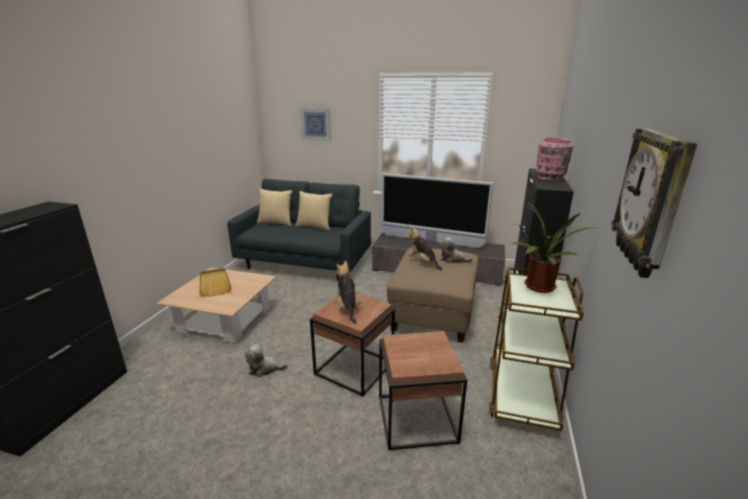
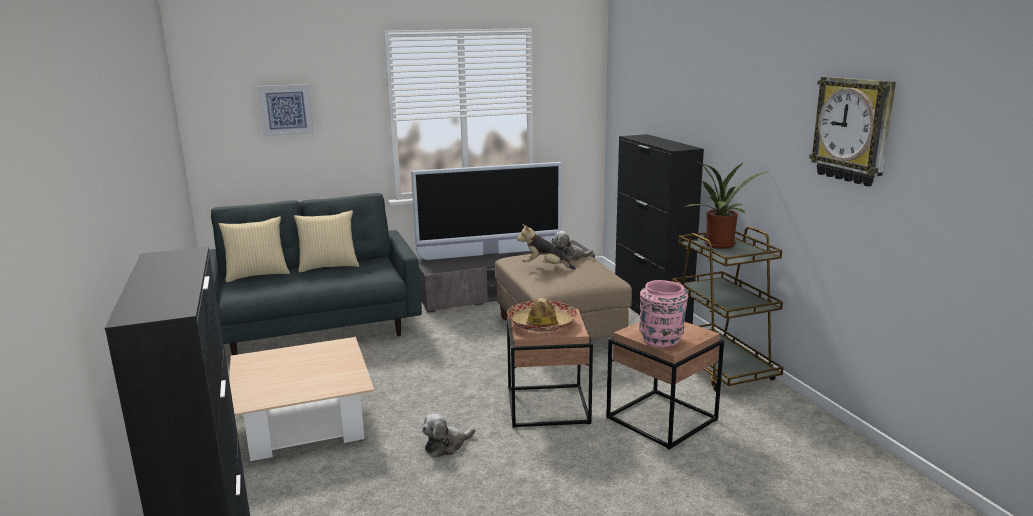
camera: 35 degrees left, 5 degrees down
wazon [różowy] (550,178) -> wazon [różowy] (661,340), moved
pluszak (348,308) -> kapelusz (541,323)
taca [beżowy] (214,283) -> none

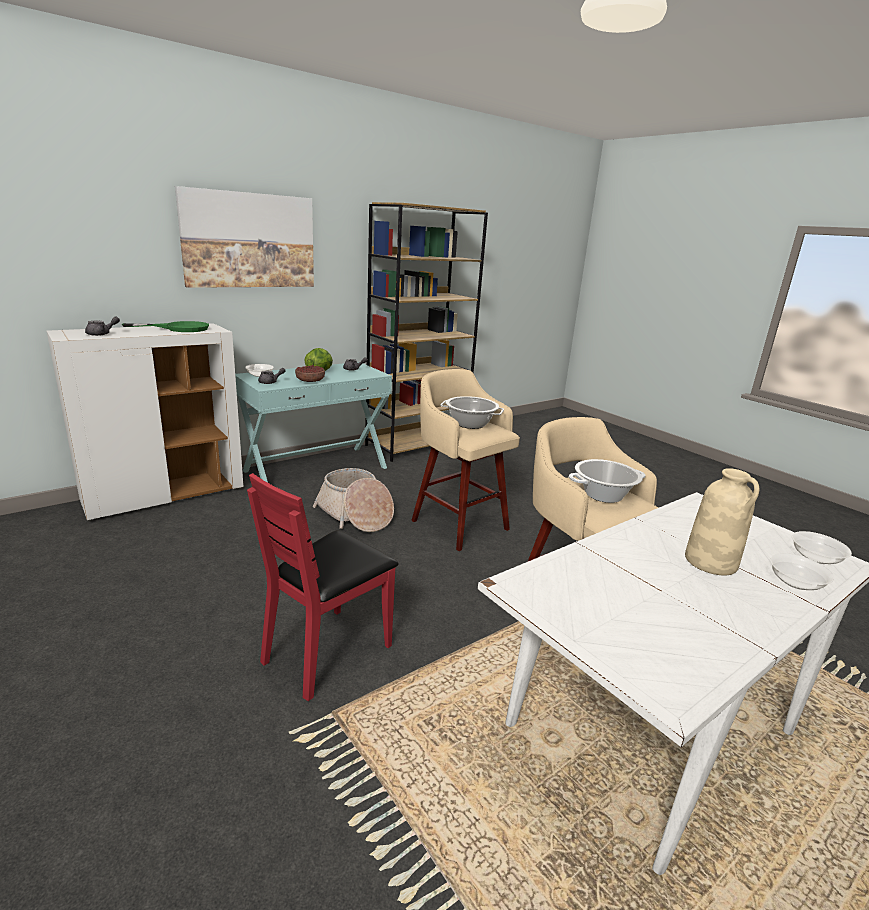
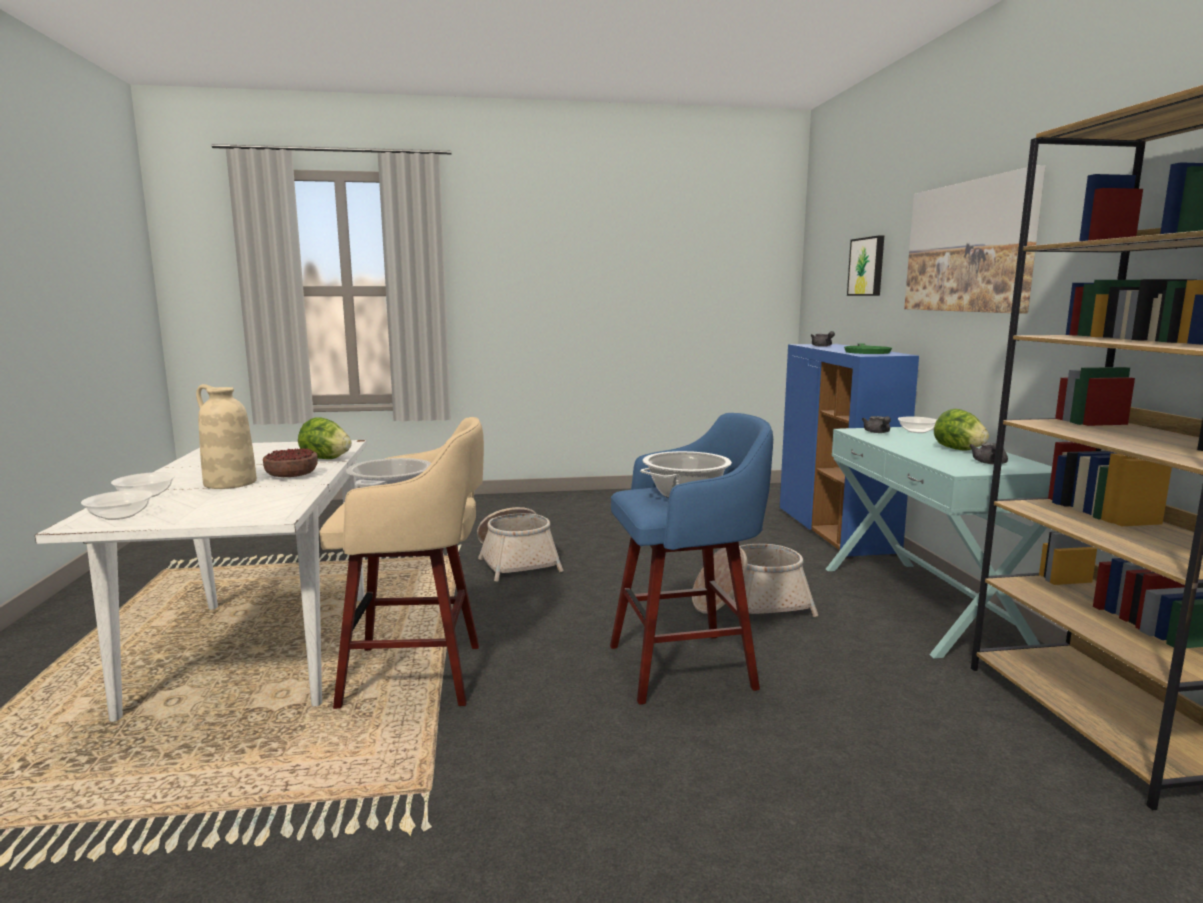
camera: 120 degrees right, 10 degrees down
szafka [biały] (165,495) -> szafka [niebieski] (836,532)
miska (310,381) -> miska (291,475), moved
stołek [beżowy] (458,523) -> stołek [niebieski] (686,666)
krzesło [czerwony] (327,652) -> koszyk (516,561)
none -> obraz (867,266)
none -> sałata (325,459)

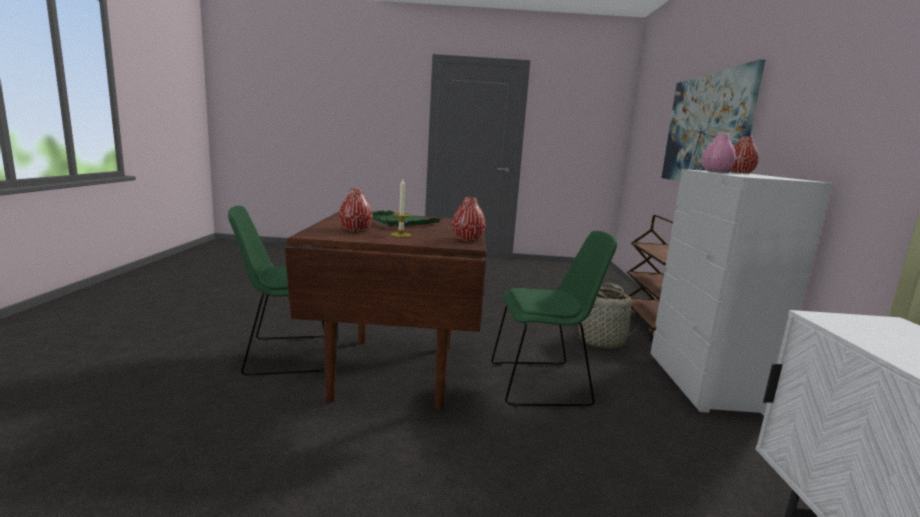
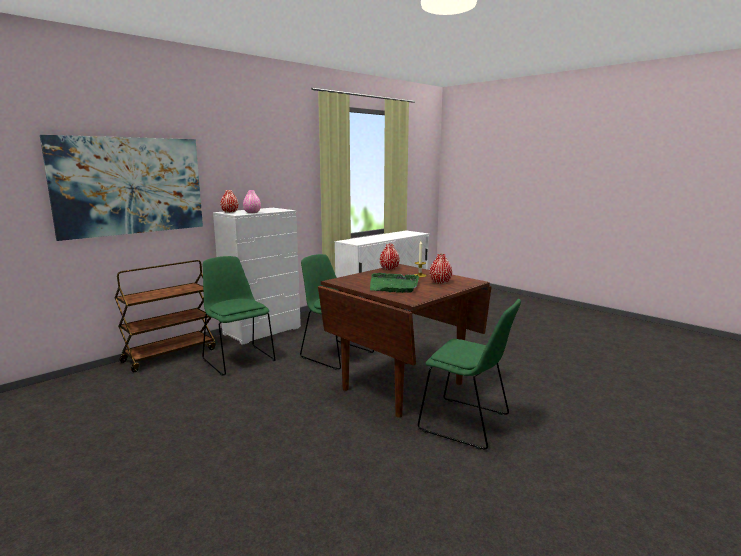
camera: 135 degrees left, 0 degrees up
koszyk (601,341) -> krzesło [zielony] (238,359)

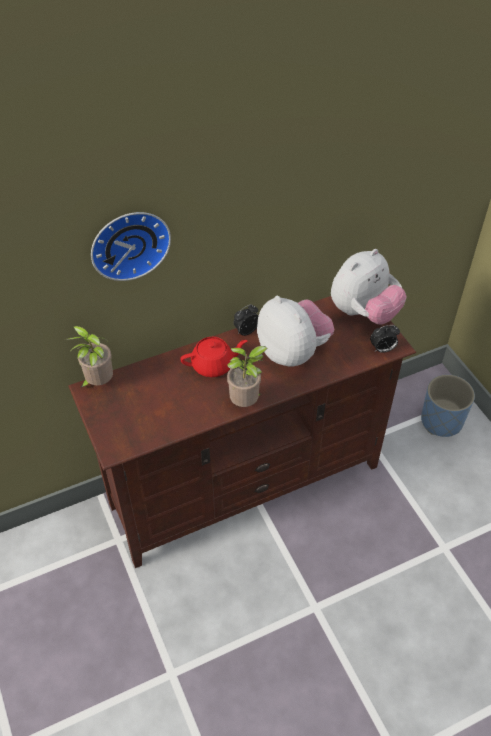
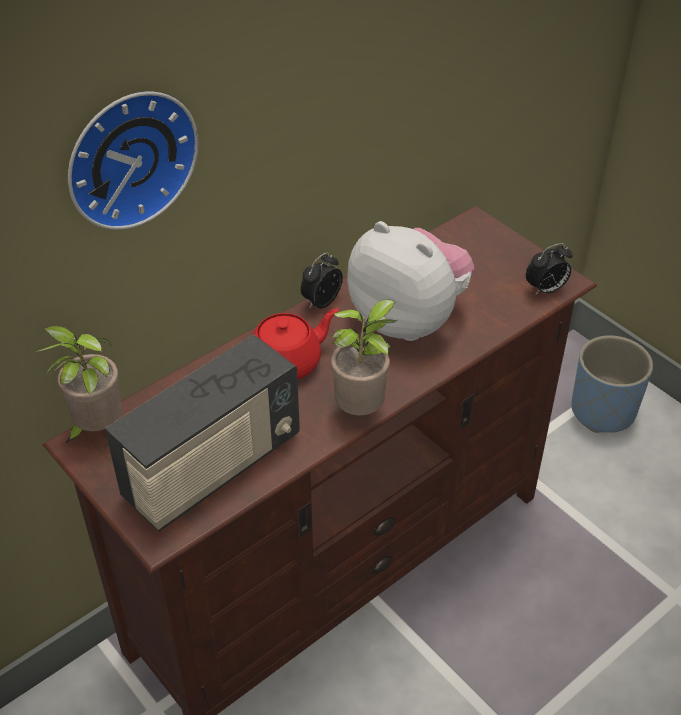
camera: 15 degrees left, 5 degrees down
pluszak (363,313) -> none
none -> radio (213,468)

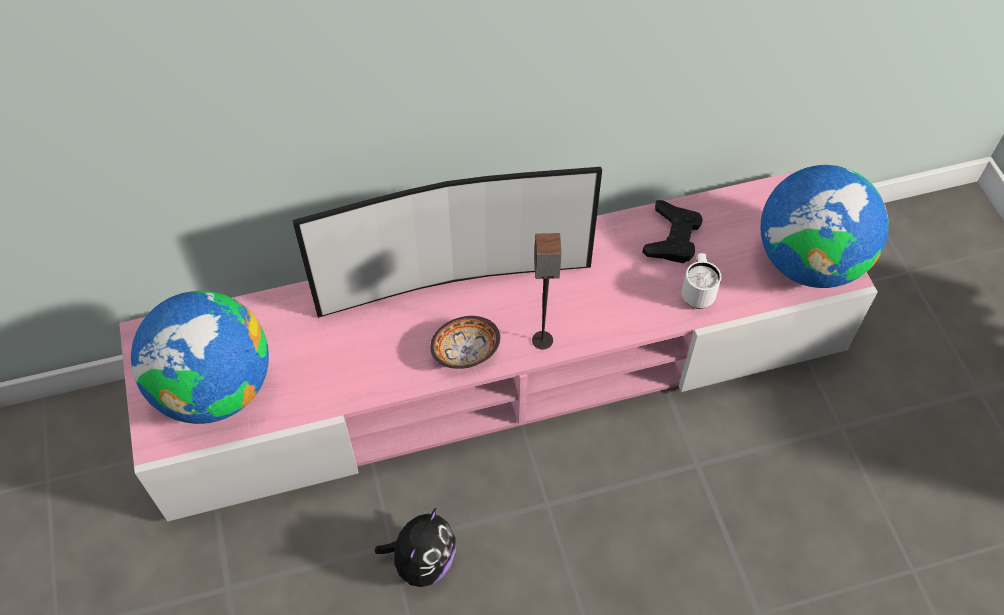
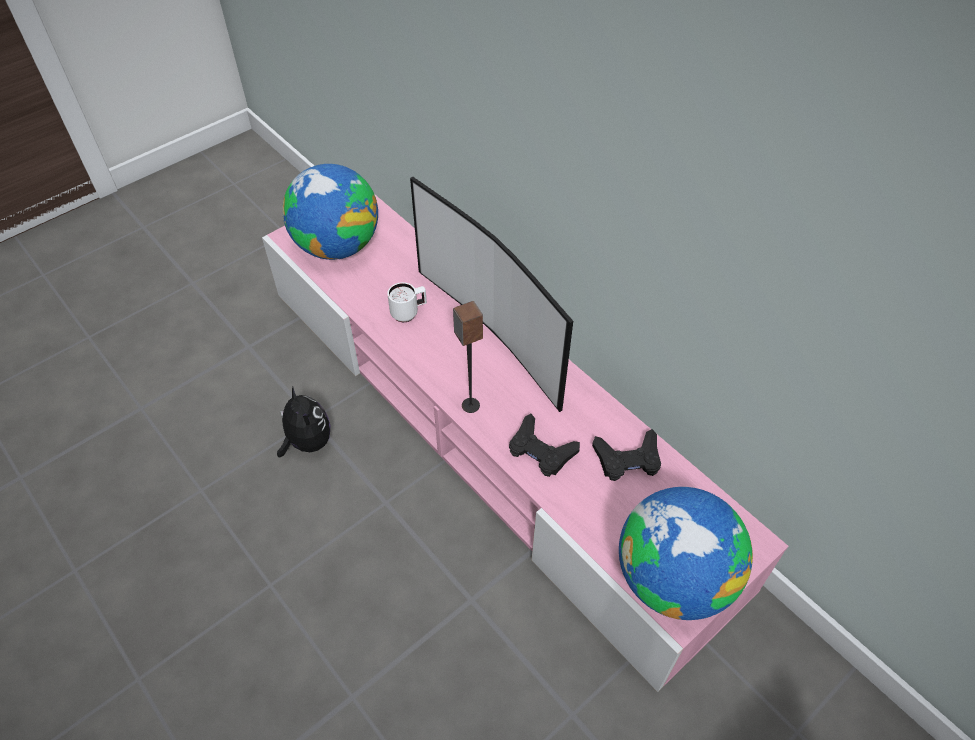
camera: 65 degrees right, 5 degrees down
kubek [biały] (697,292) -> kubek [biały] (409,313), moved
miska (467,352) -> none
pluszak (422,561) -> pluszak (307,442), 120 degrees counterclockwise
none -> pad do gier [czarny] (541,450)

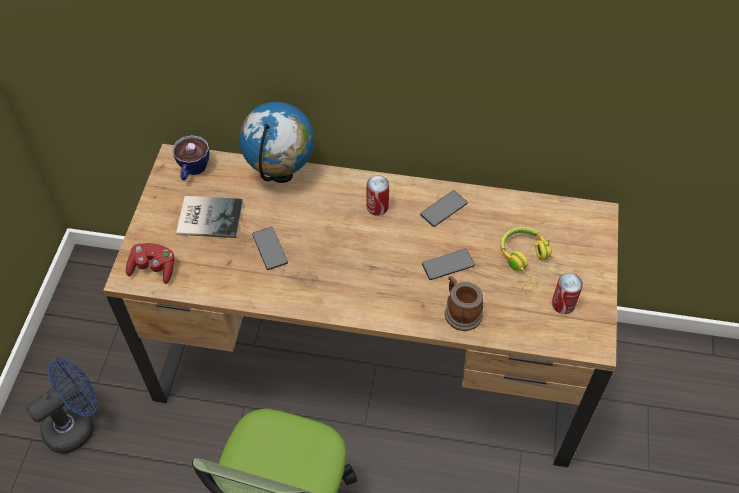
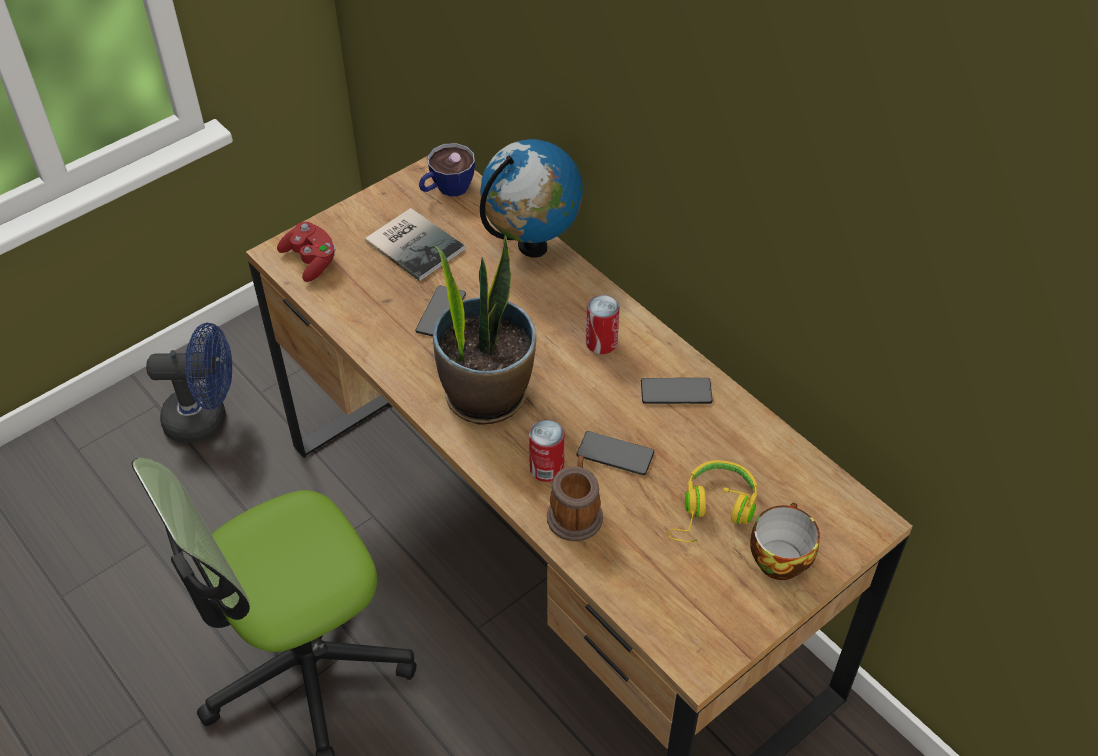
camera: 40 degrees right, 5 degrees down
puszka (563,304) -> puszka (546,468), moved
none -> roślina doniczkowa (486,394)
none -> filiżanka (778,557)

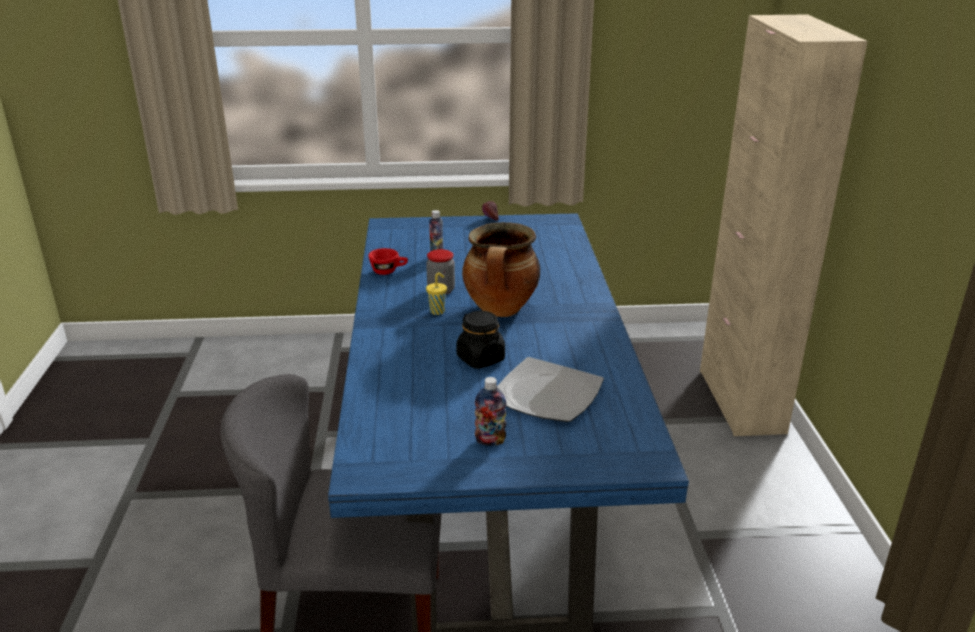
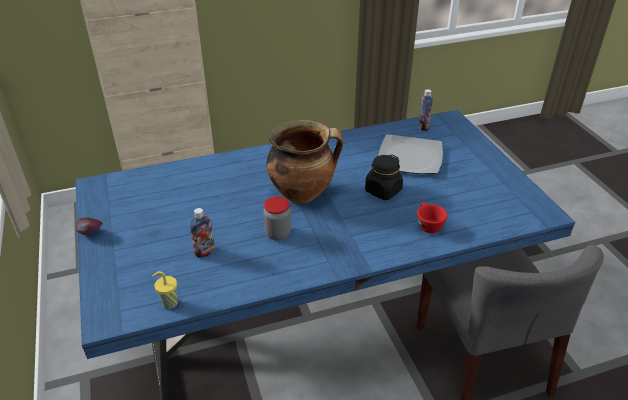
camera: 105 degrees left, 10 degrees up
filiżanka [czerwony] (389,271) -> filiżanka [czerwony] (427,224), moved
filiżanka [żółty] (437,311) -> filiżanka [żółty] (169,303), moved
butelka (490,441) -> butelka (423,127), moved

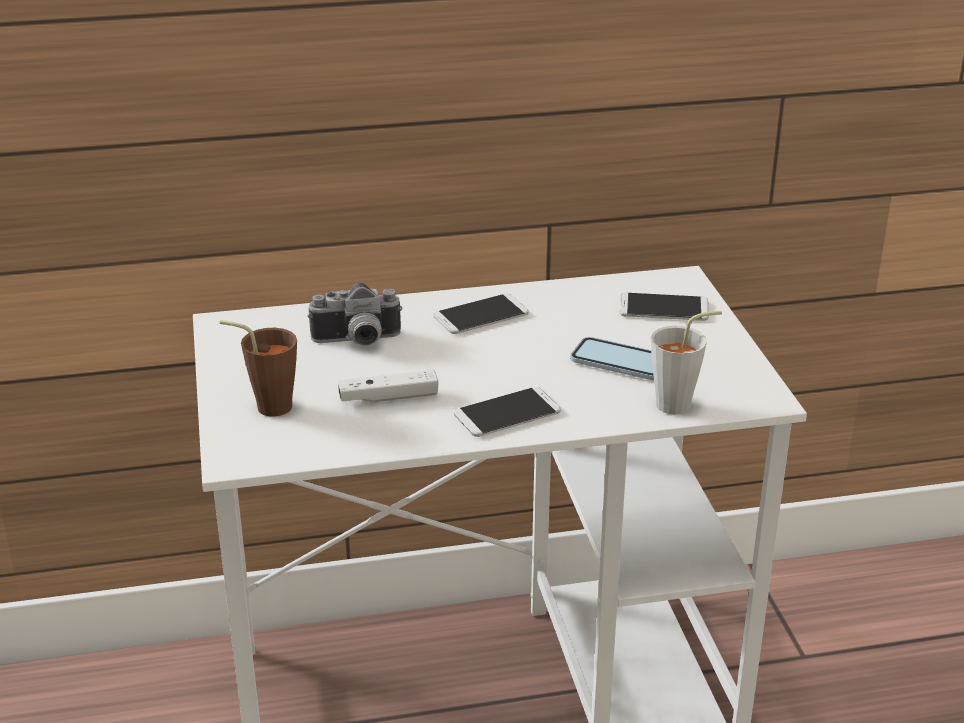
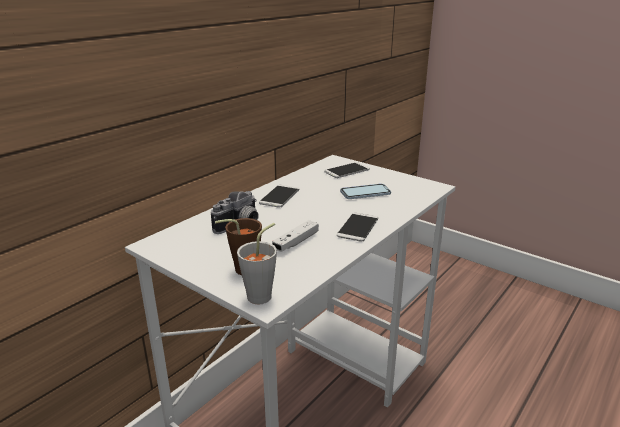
camera: 40 degrees left, 5 degrees down
filiżanka [szary] (681,404) -> filiżanka [szary] (263,294), moved

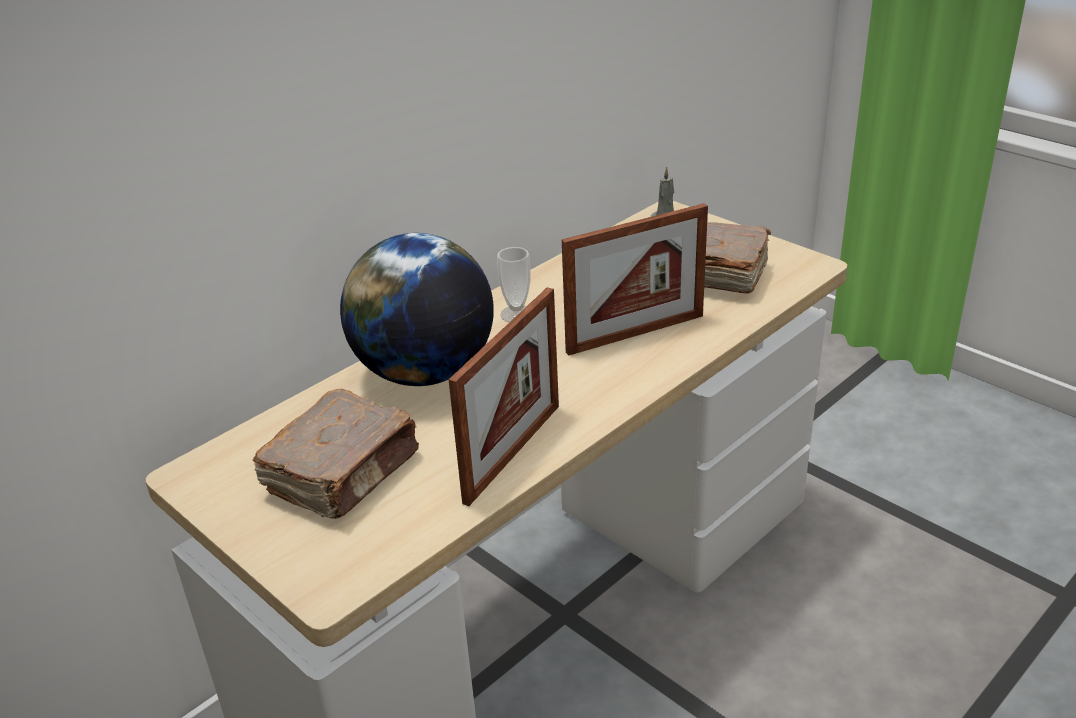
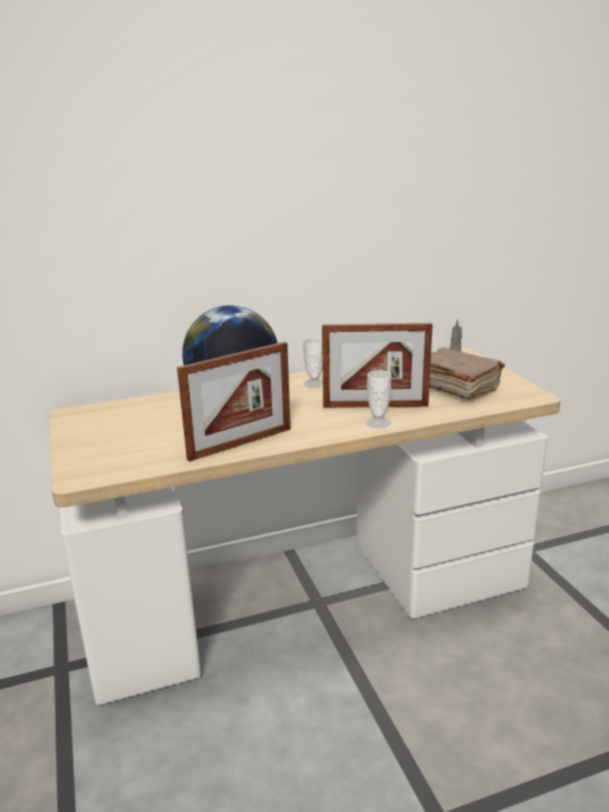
camera: 25 degrees right, 10 degrees down
książka [brązowy] (344,473) -> none
none -> filiżanka (378,422)

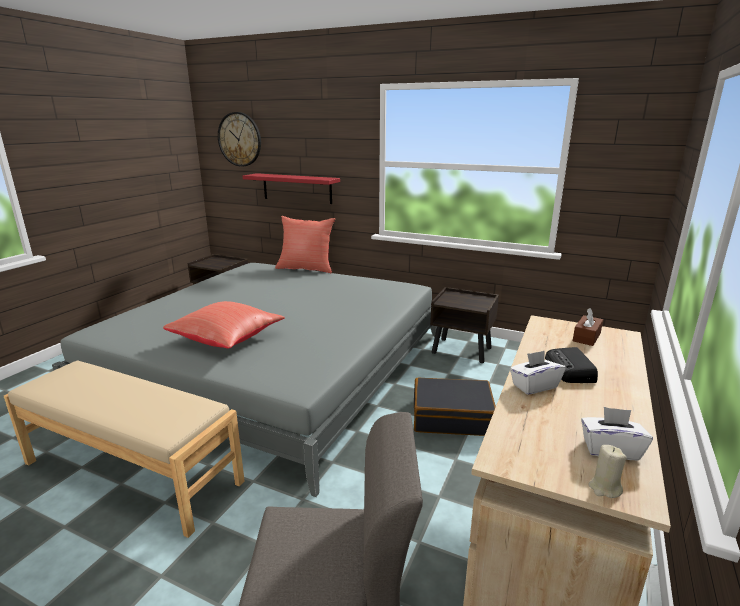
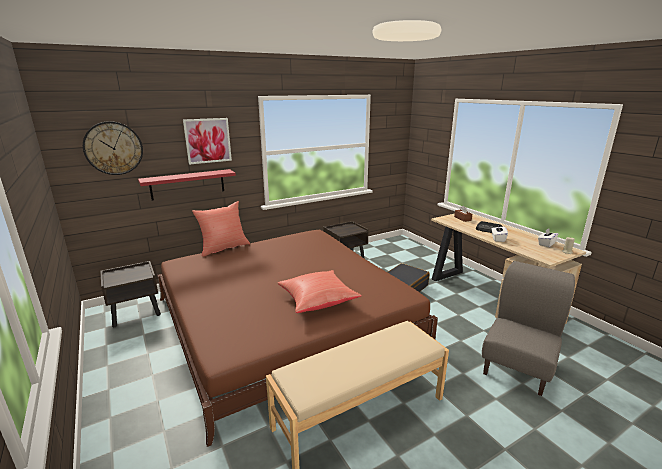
camera: 55 degrees left, 0 degrees up
łóżko [szary] (273,366) -> łóżko [brązowy] (284,321)
none -> obraz (208,140)

